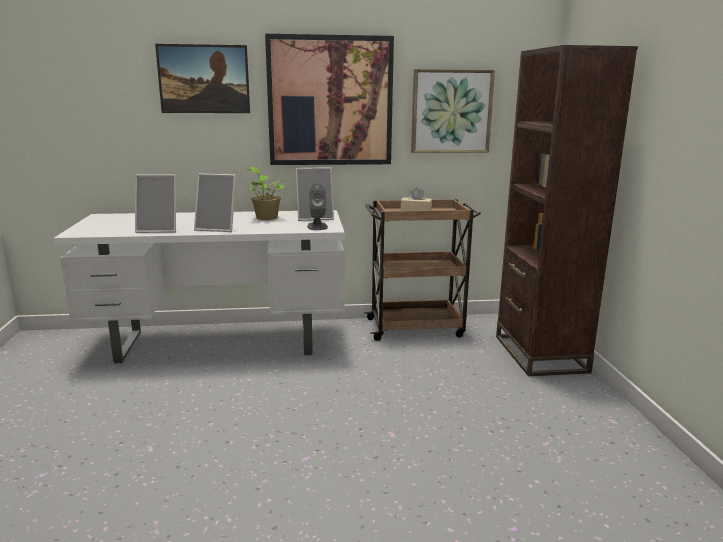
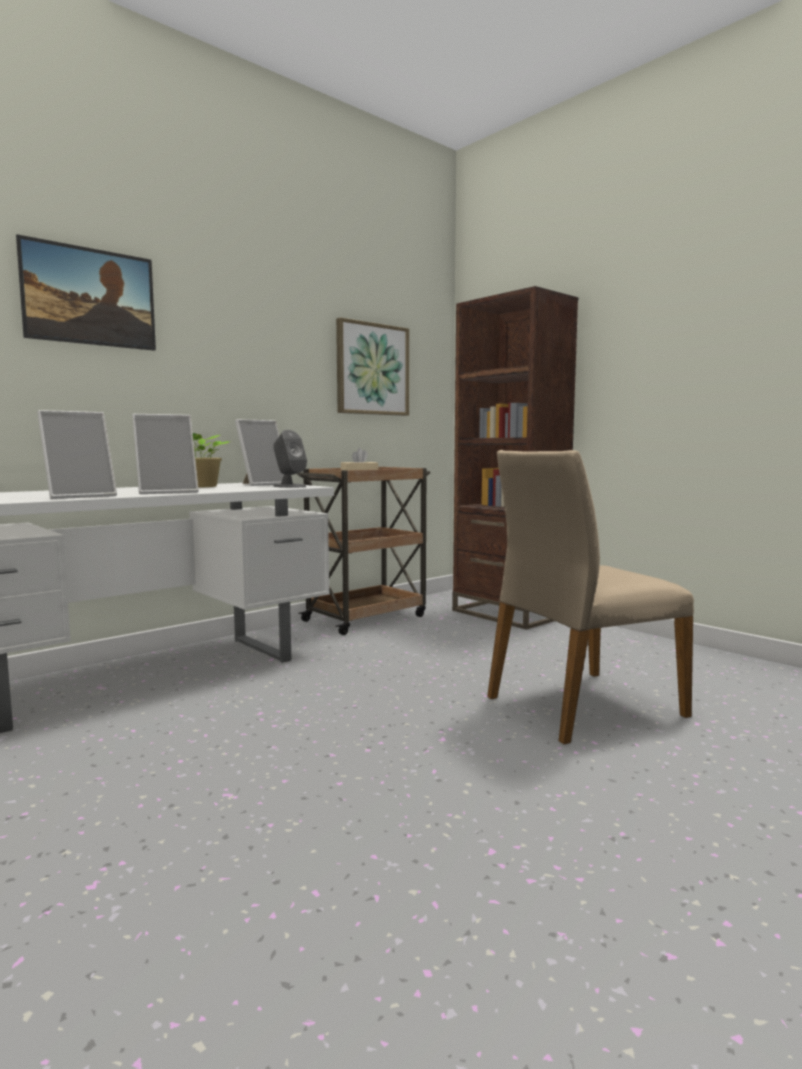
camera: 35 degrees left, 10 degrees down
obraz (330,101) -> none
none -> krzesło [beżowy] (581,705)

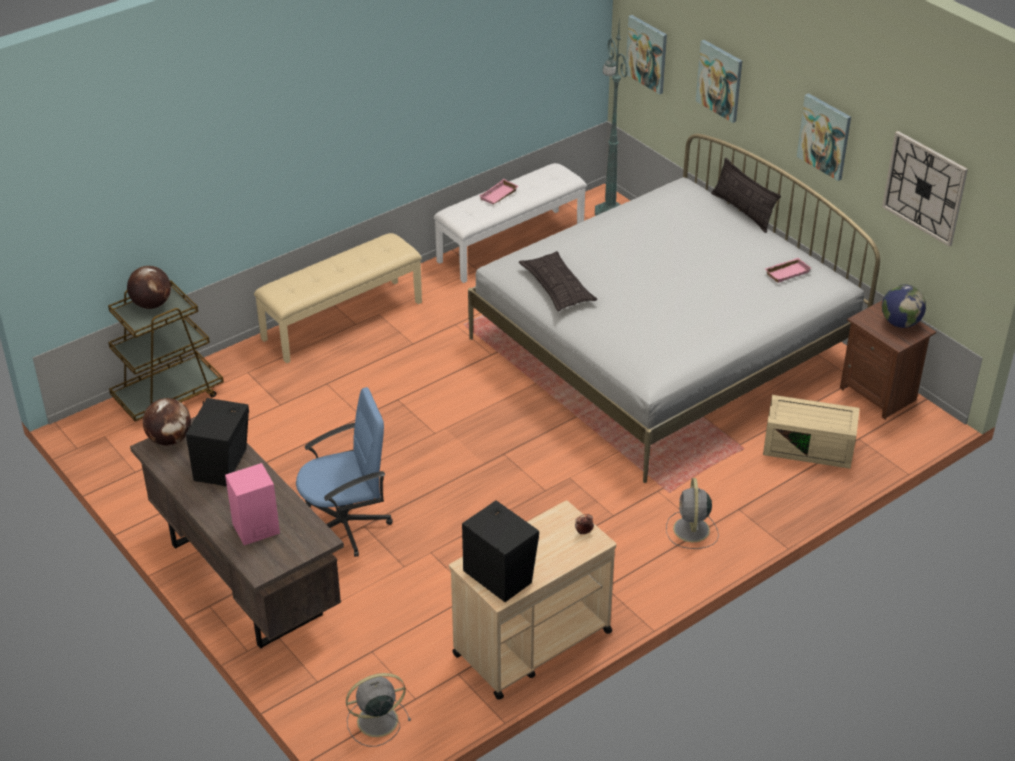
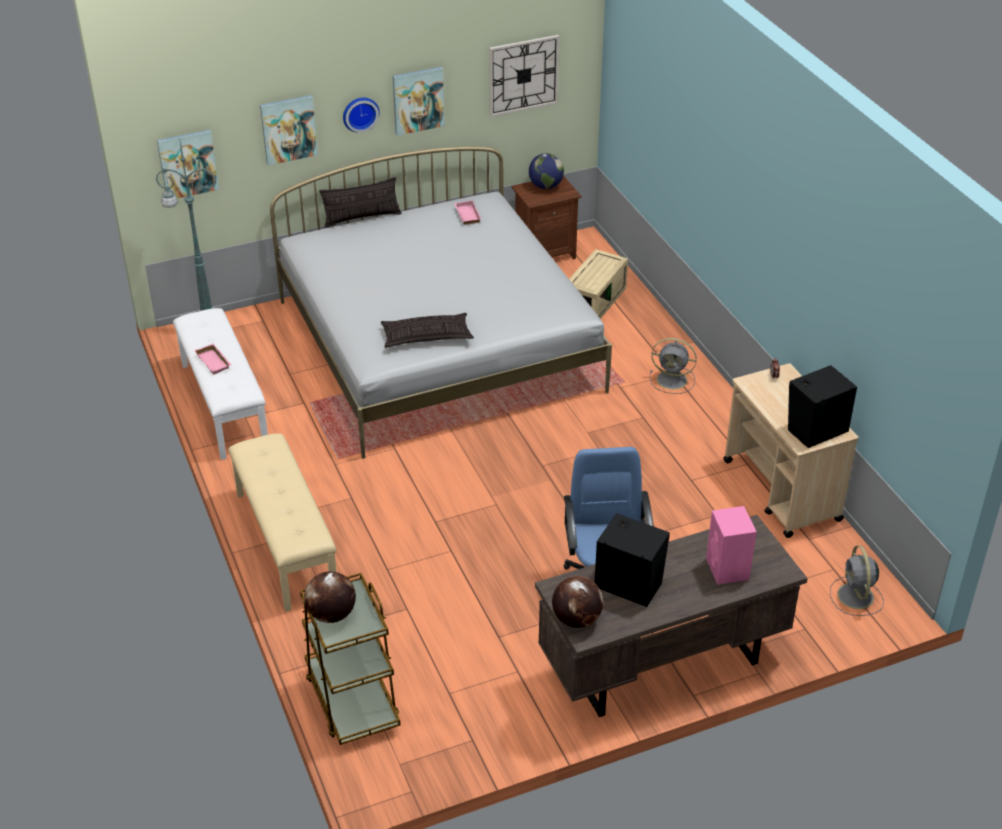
camera: 75 degrees left, 0 degrees up
none -> zegar ścienny (360,113)

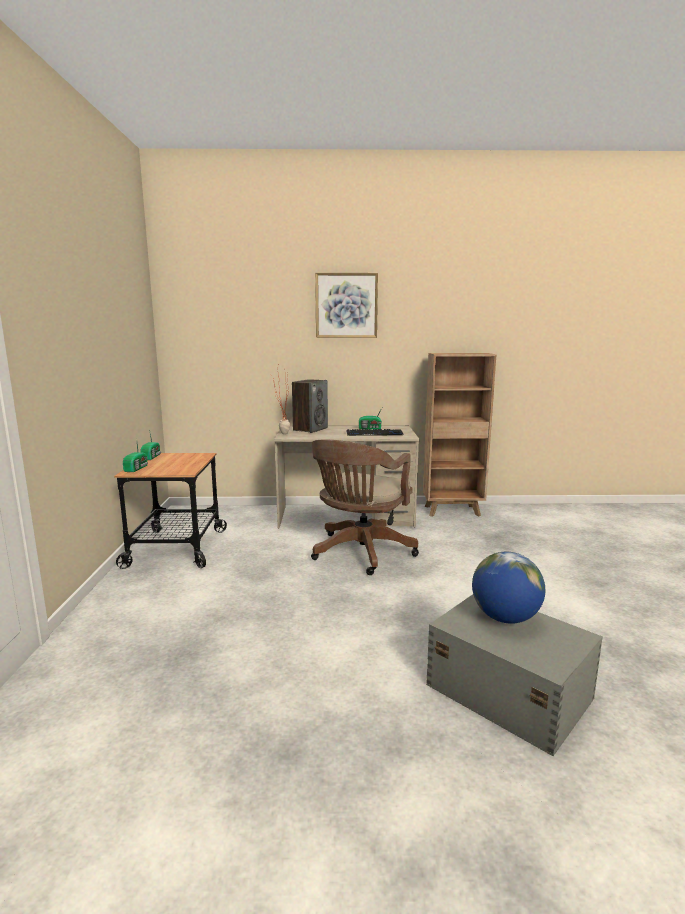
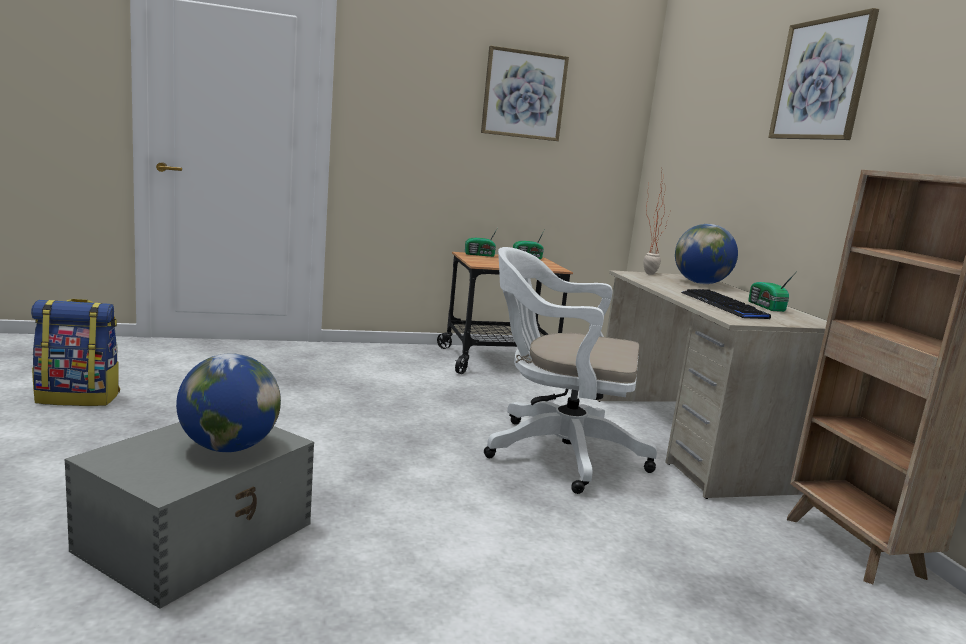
camera: 75 degrees right, 0 degrees up
głośnik (310,429) -> globus (700,283)
krzesło biurowe [brązowy] (360,553) -> krzesło biurowe [biały] (556,452)
none -> obraz (524,95)
none -> plecak (79,398)

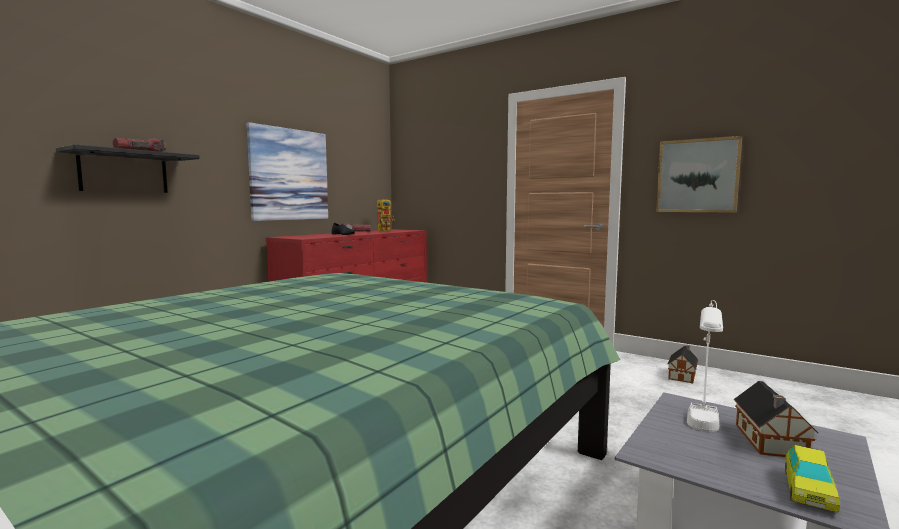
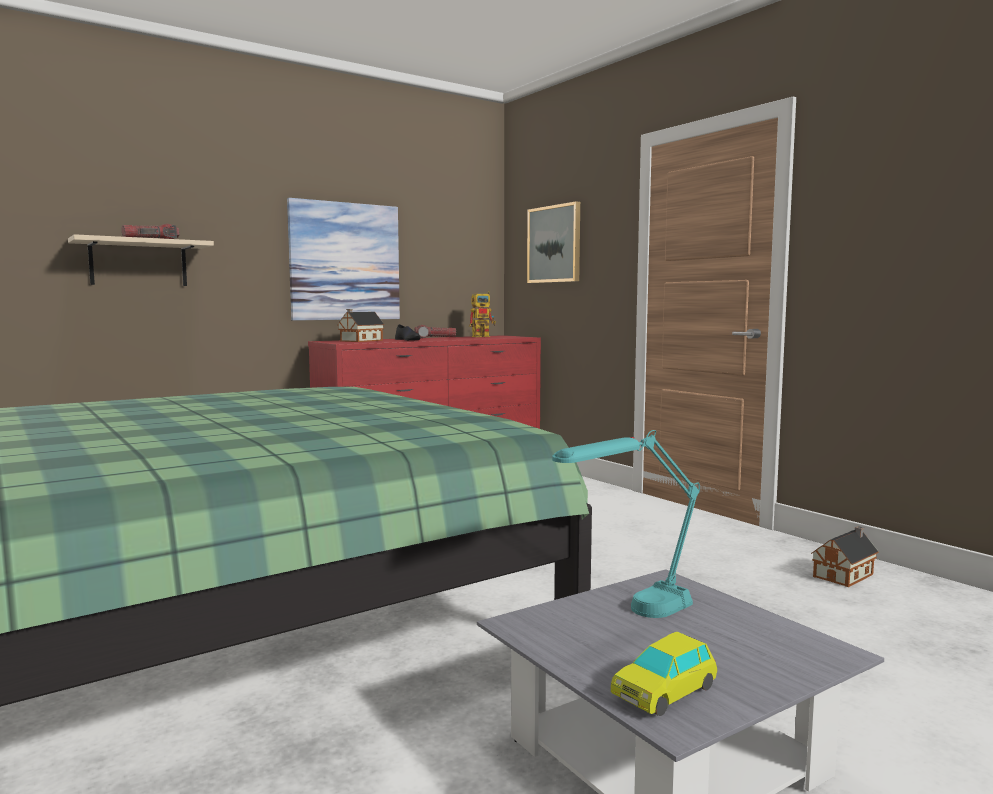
camera: 20 degrees right, 0 degrees up
obraz (697,176) -> obraz (554,244), moved
półka [czarny] (124,172) -> półka [beżowy] (138,263)
lampa stołowa [biały] (702,434) -> lampa stołowa [turkusowy] (632,618)
domek (770,442) -> domek (360,341), moved

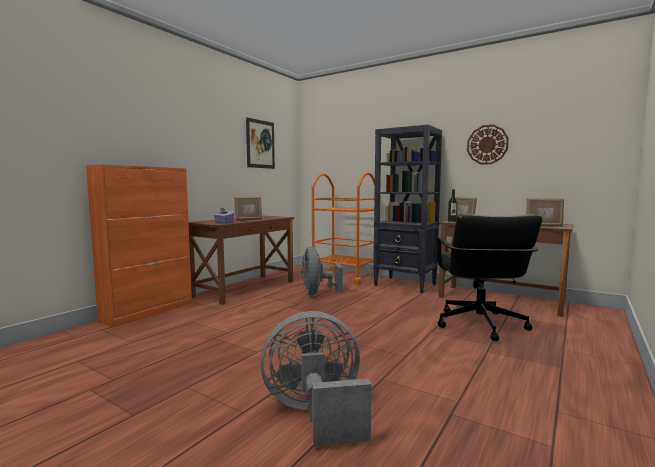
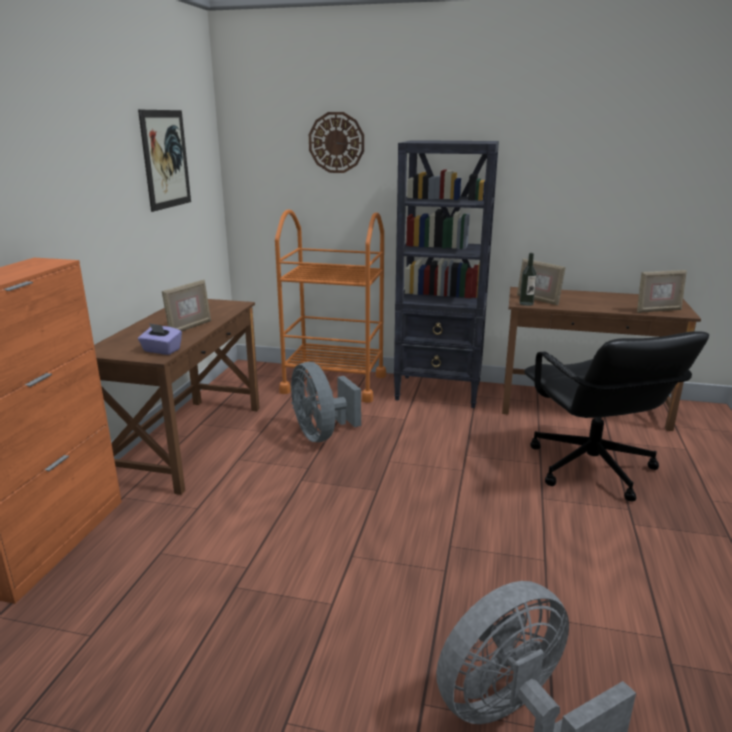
camera: 20 degrees left, 15 degrees up
zegar ścienny (487,144) -> zegar ścienny (336,142), moved

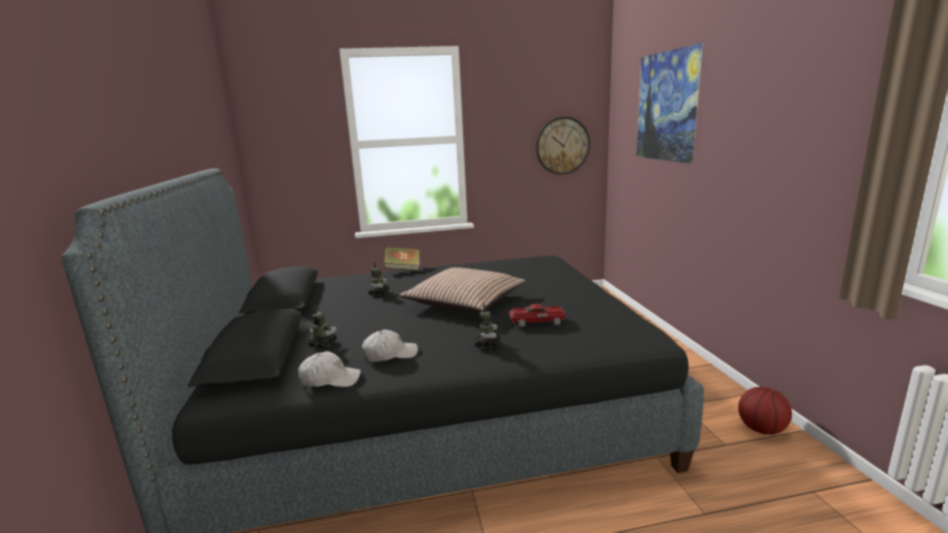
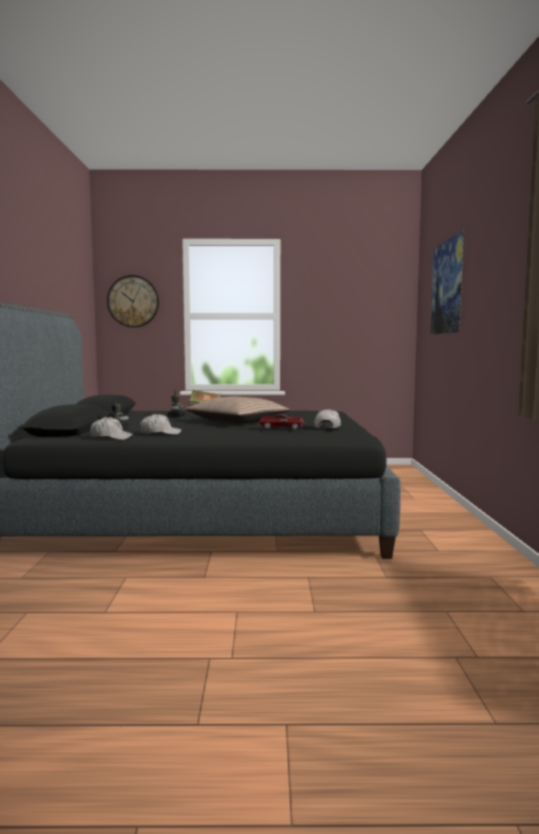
camera: 10 degrees right, 10 degrees down
zegar ścienny (562,146) -> zegar ścienny (133,301), moved
robot zabawkowy (487,345) -> none
piłka do koszykówki (761,430) -> none
none -> czapka z daszkiem [biały] (327,427)

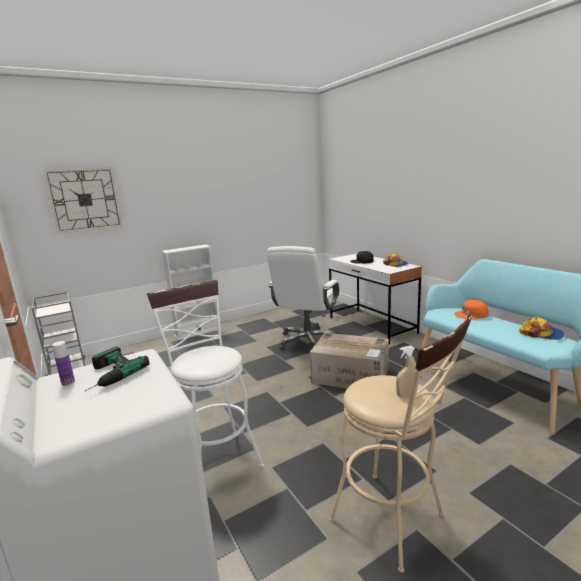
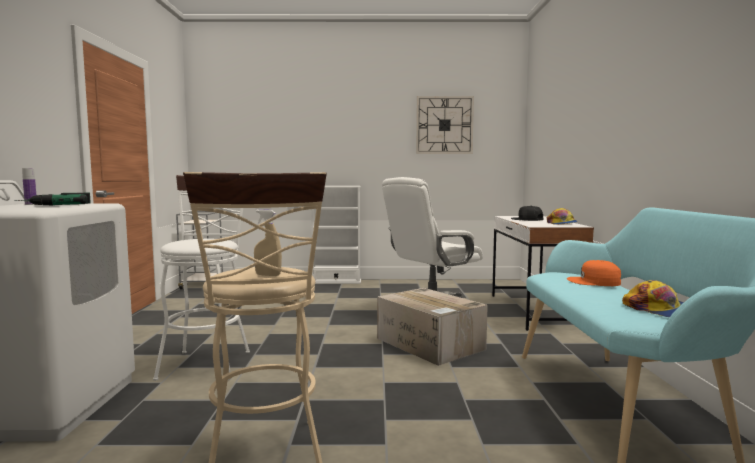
camera: 30 degrees right, 10 degrees down
zegar ścienny (85,199) -> zegar ścienny (444,125), moved

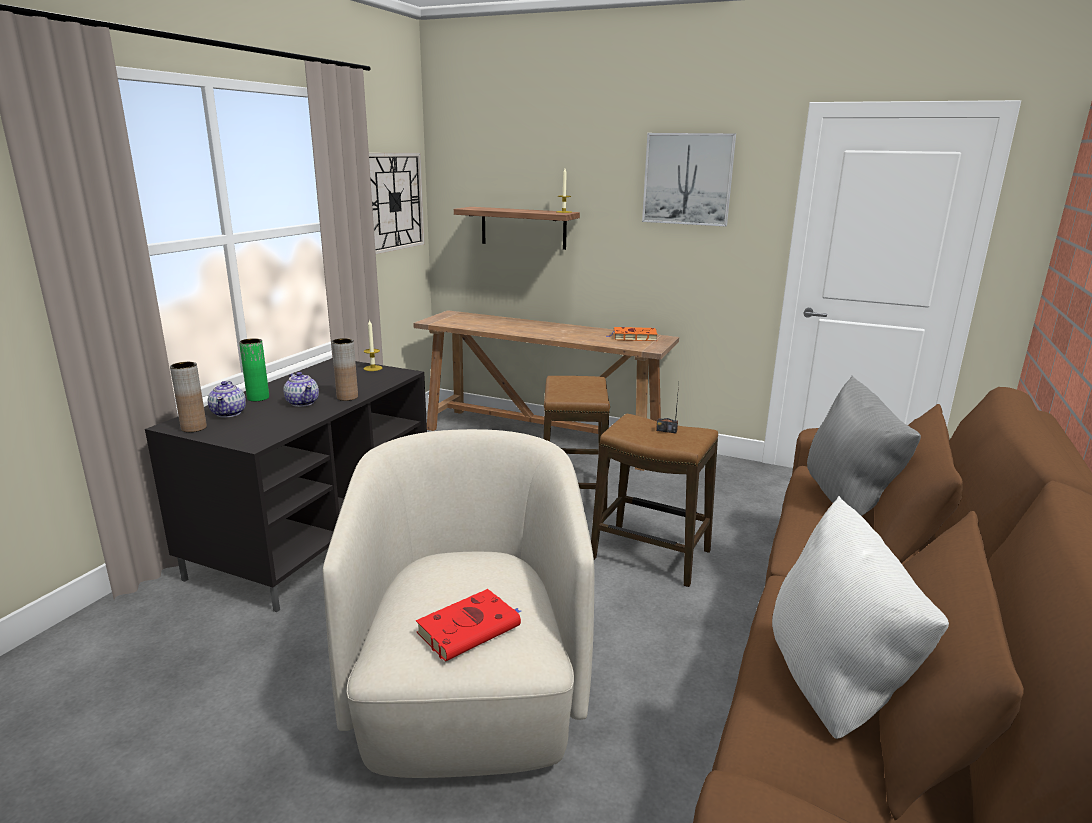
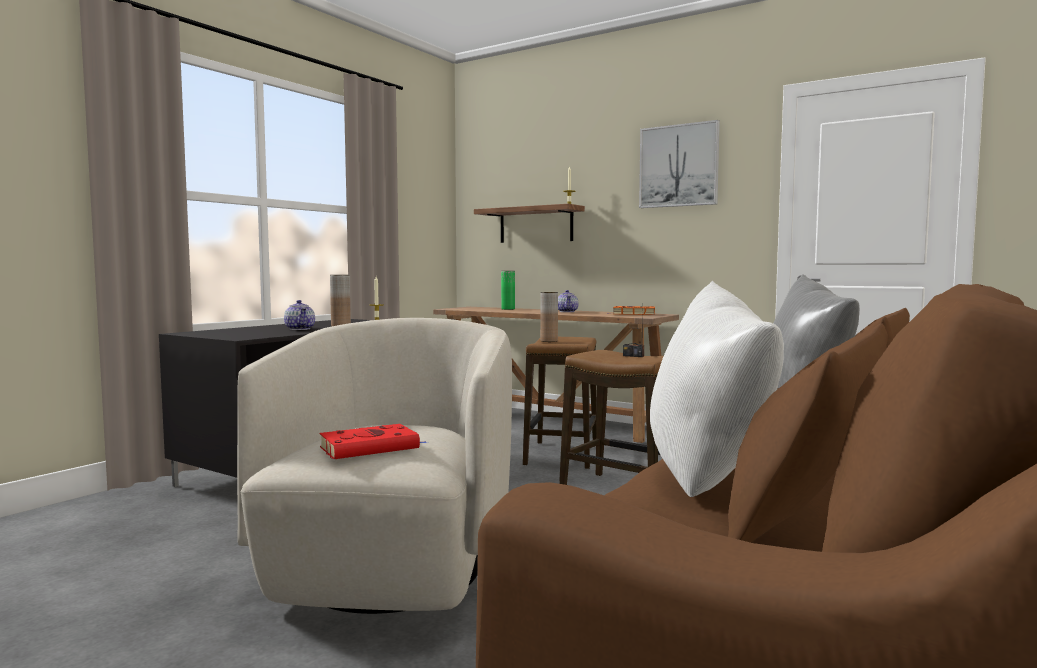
camera: 10 degrees right, 15 degrees down
zegar ścienny (393,202) -> none
wazon [zielony] (258,398) -> wazon [zielony] (508,309), moved
wazon [brązowy] (194,428) -> wazon [brązowy] (549,341), moved
imbryk (229,413) -> imbryk (567,311), moved

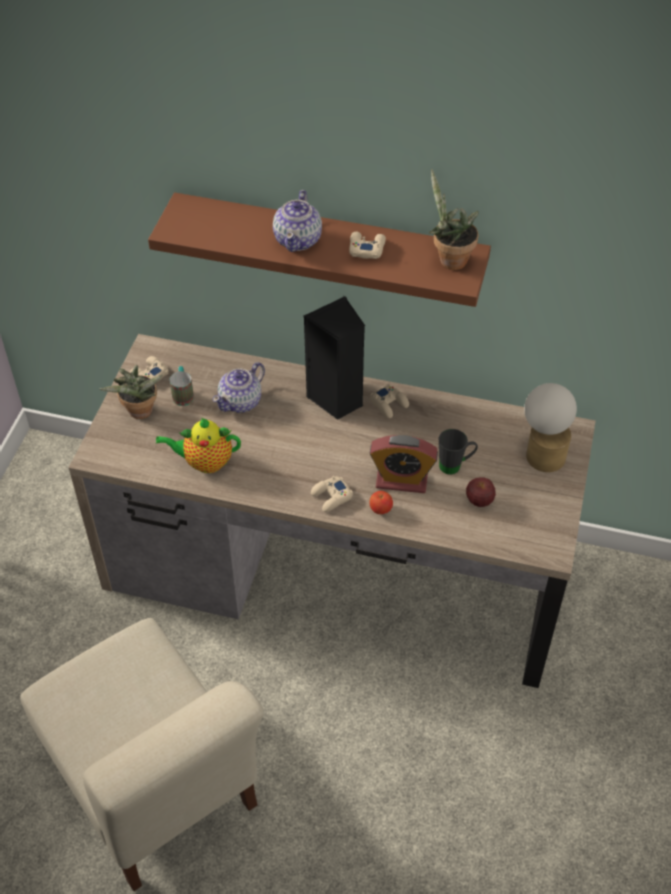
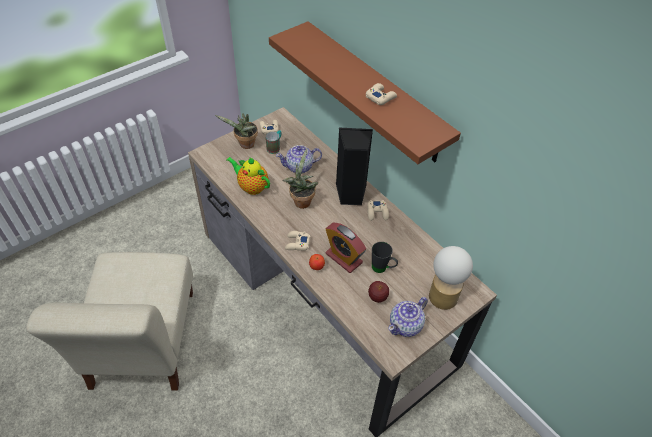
camera: 35 degrees right, 0 degrees up
roślina doniczkowa (449,259) -> roślina doniczkowa (301,200), moved
imbryk (298,240) -> imbryk (406,325), moved

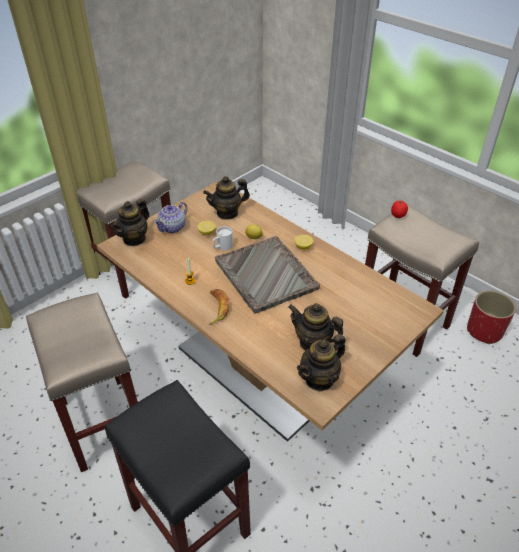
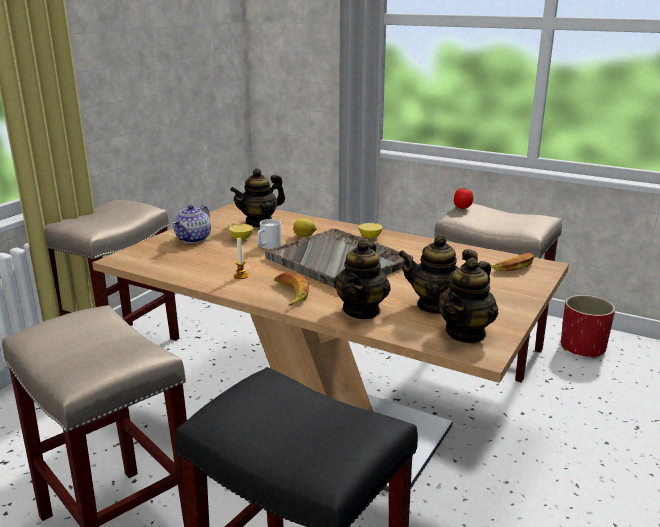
camera: 15 degrees left, 20 degrees down
imbryk (134,239) -> imbryk (362,310), moved
none -> banan (509,266)

